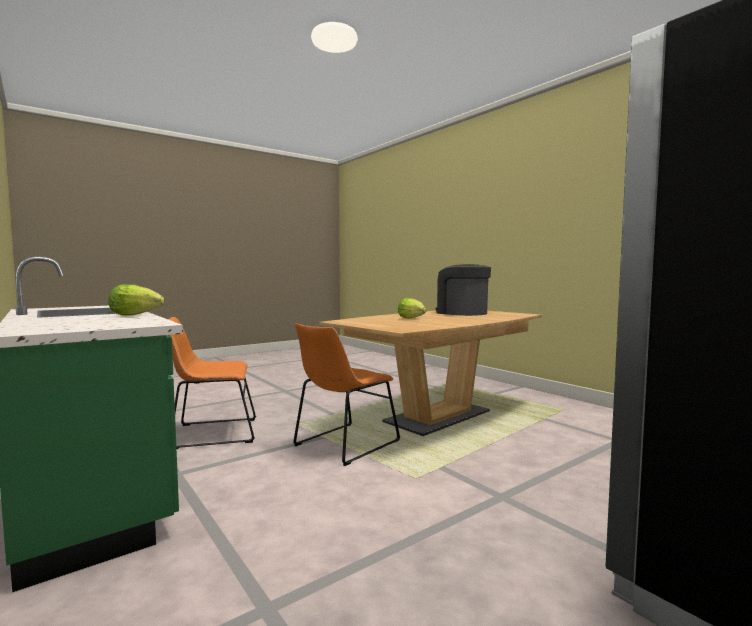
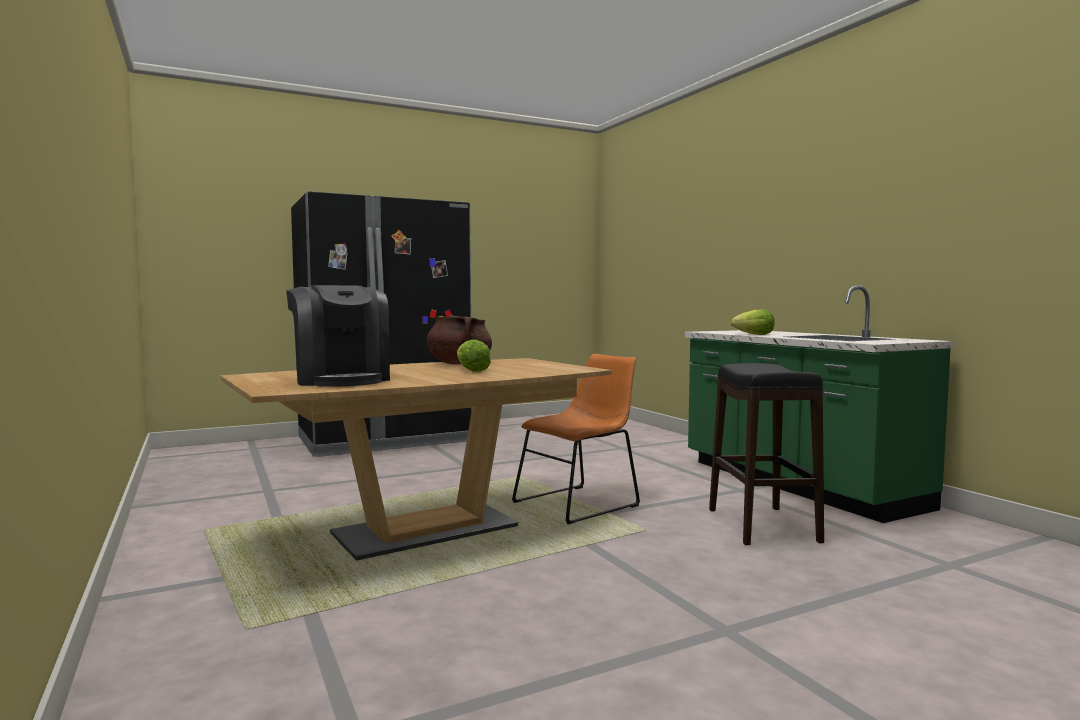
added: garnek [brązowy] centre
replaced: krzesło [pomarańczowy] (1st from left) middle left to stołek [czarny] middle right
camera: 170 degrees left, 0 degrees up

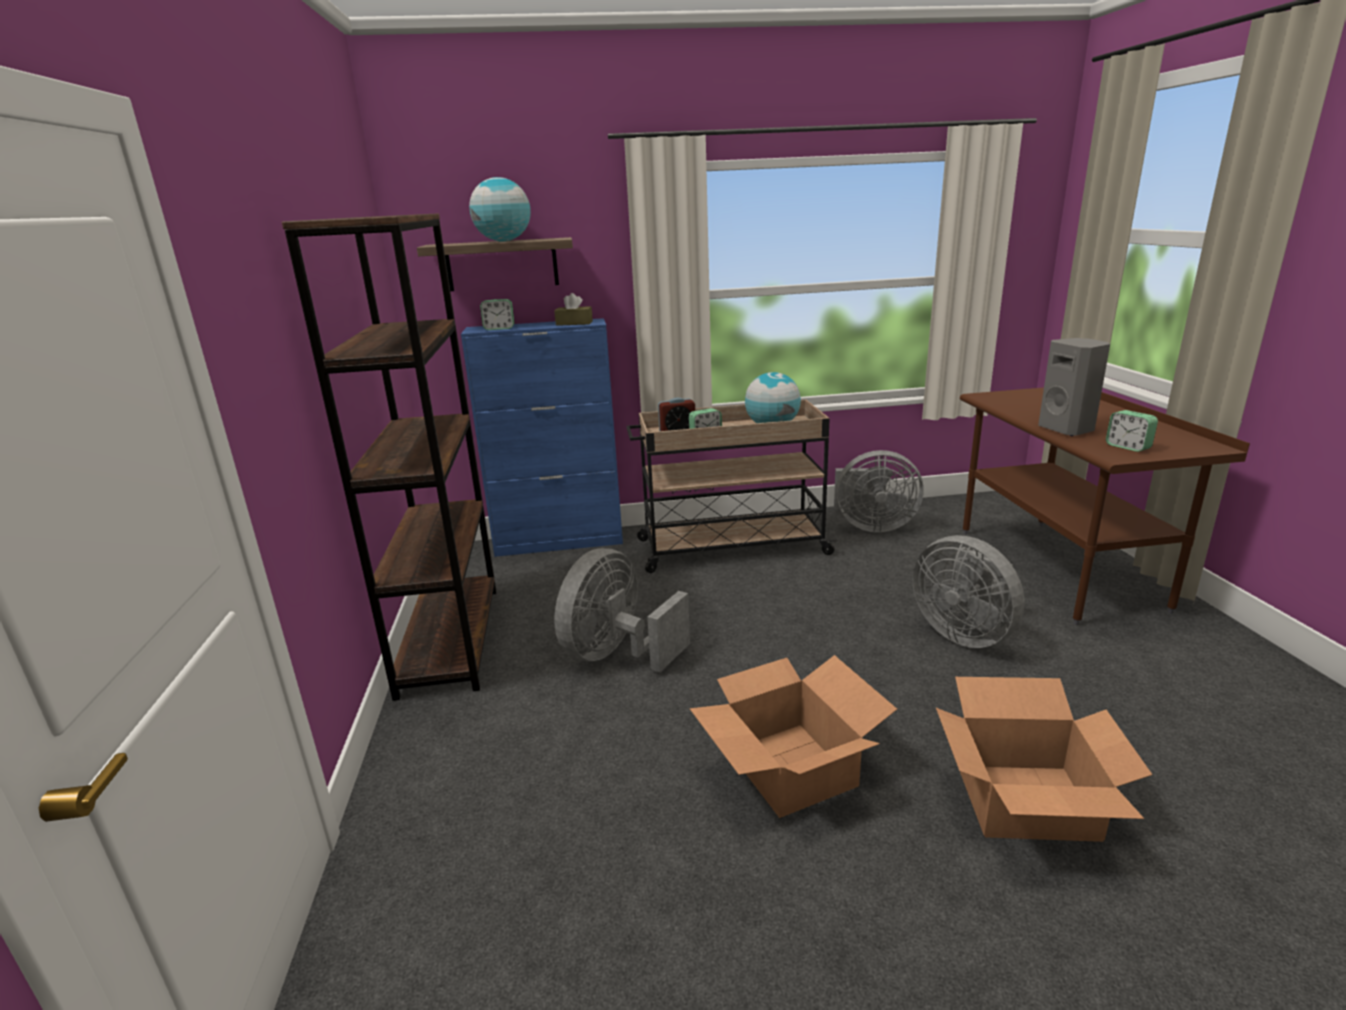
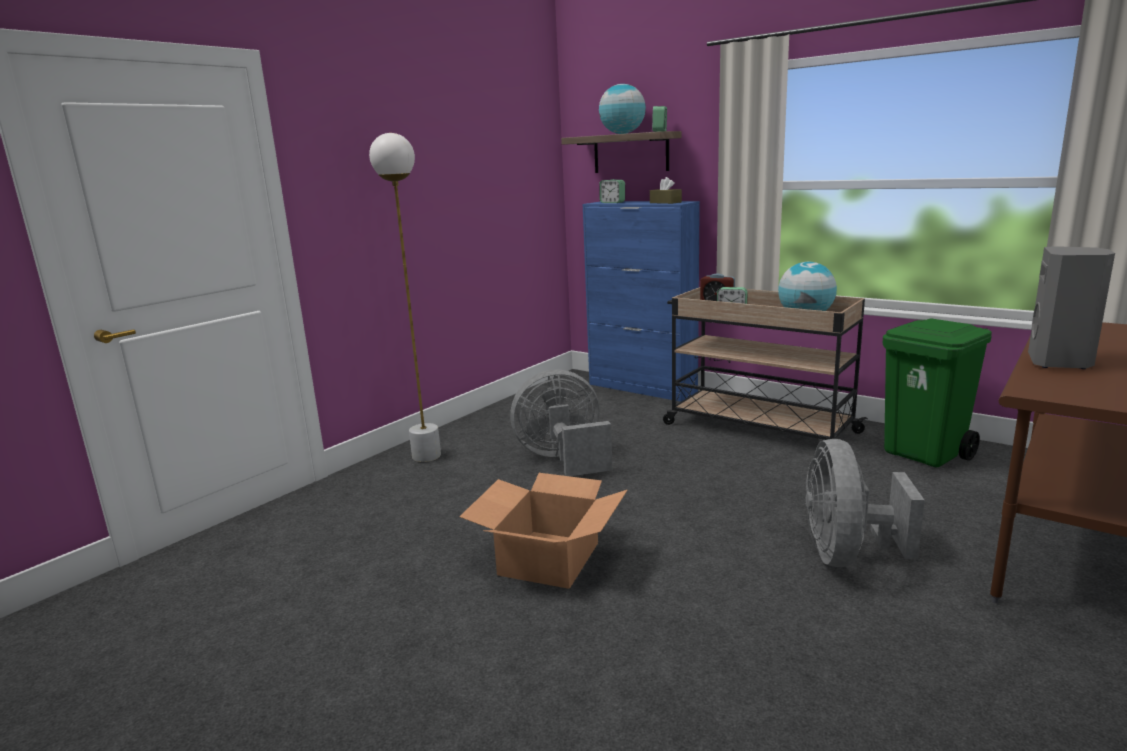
removed: regał [brązowy] middle left; karton (2nd from left) bottom right
added: lampa stojąca [biały] centre
moved: budzik (4th from left in the first image) middle right to budzik (2nd from left) top centre
replaced: wentylator [szary] (2nd from left) centre to kosz na śmieci [zielony] middle right
camera: 45 degrees right, 5 degrees down

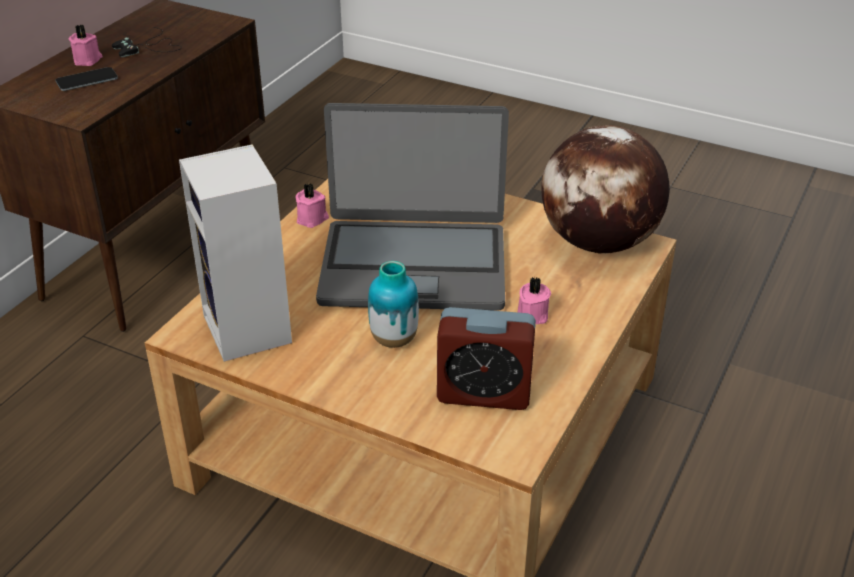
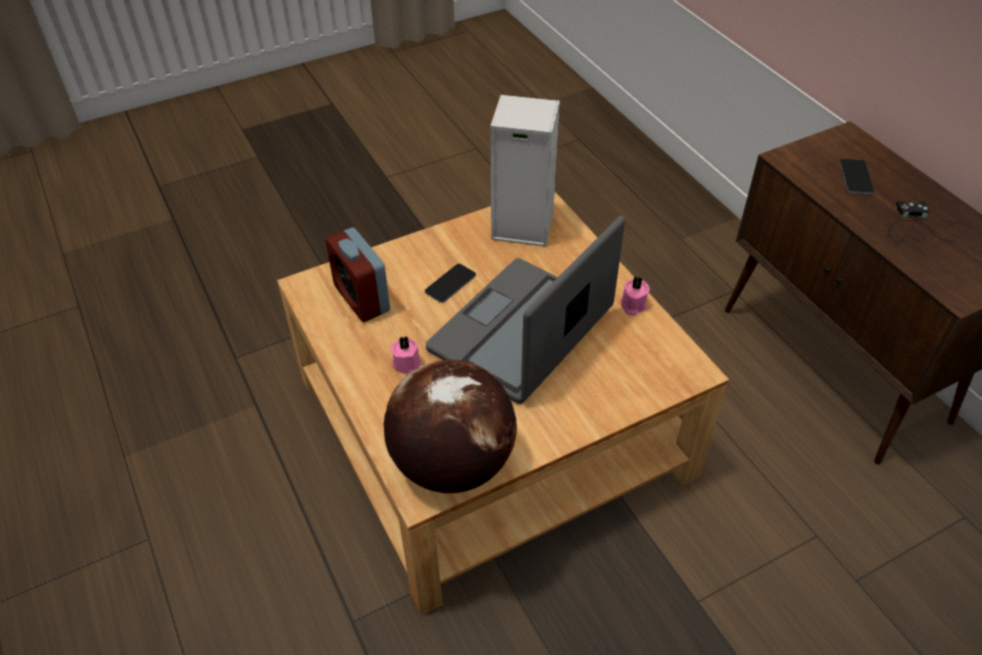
removed: świeca [różowy] (1st from left) top left
replaced: wazon centre to telefon (1st from left) centre
turned: budzik centre = centre 75 degrees counterclockwise
camera: 125 degrees right, 10 degrees up

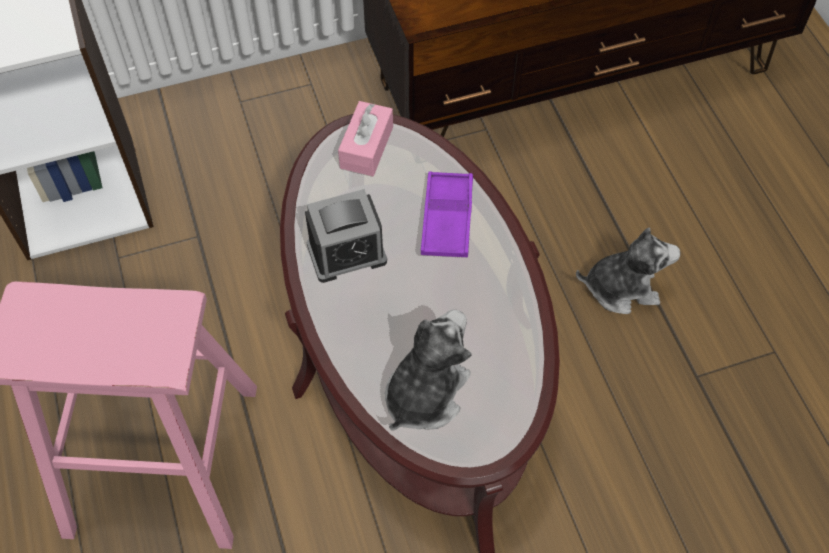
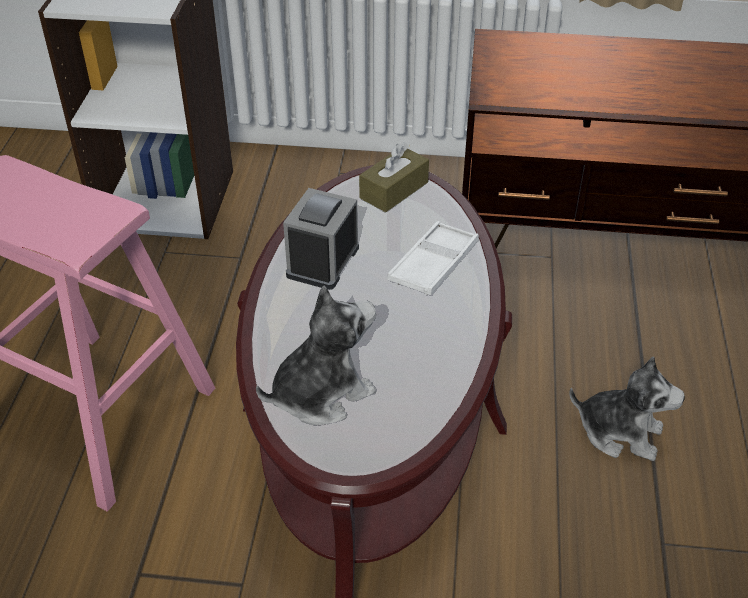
recoloured: pudełko chusteczek [różowy] top centre to pudełko chusteczek [brązowy] top centre; taca [fioletowy] centre to taca [biały] centre
turned: budzik centre = centre 105 degrees clockwise
camera: 25 degrees right, 15 degrees down

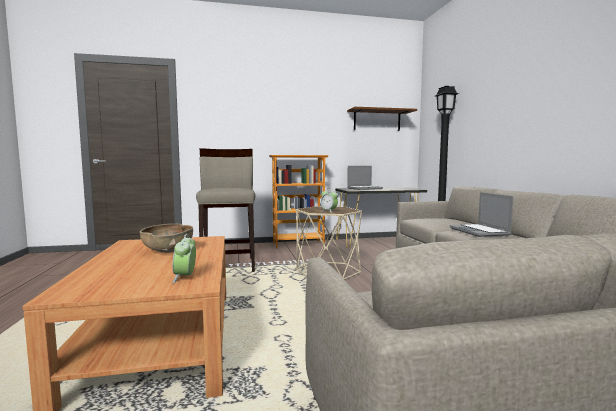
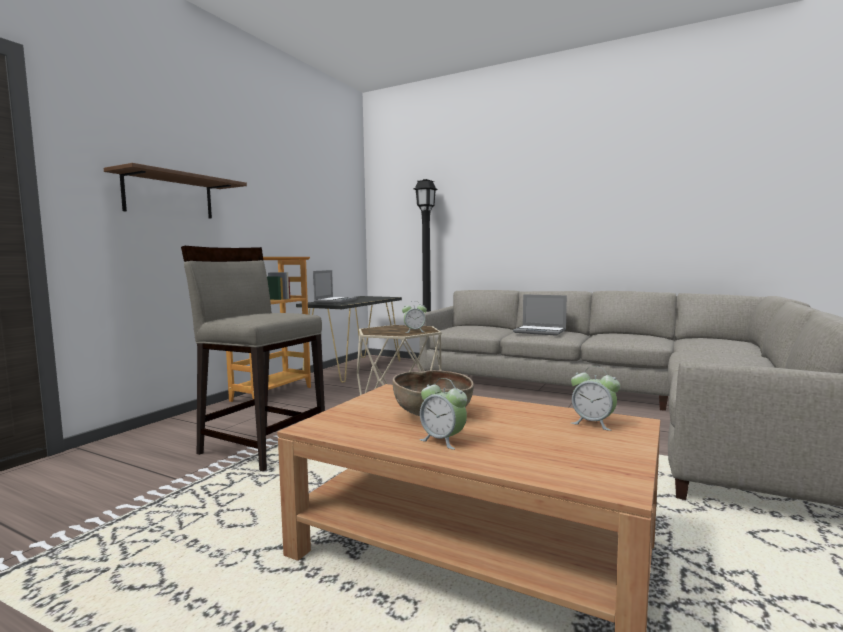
added: budzik (2nd from left) centre
moved: półka [brązowy] top centre to top left
camera: 50 degrees left, 0 degrees up

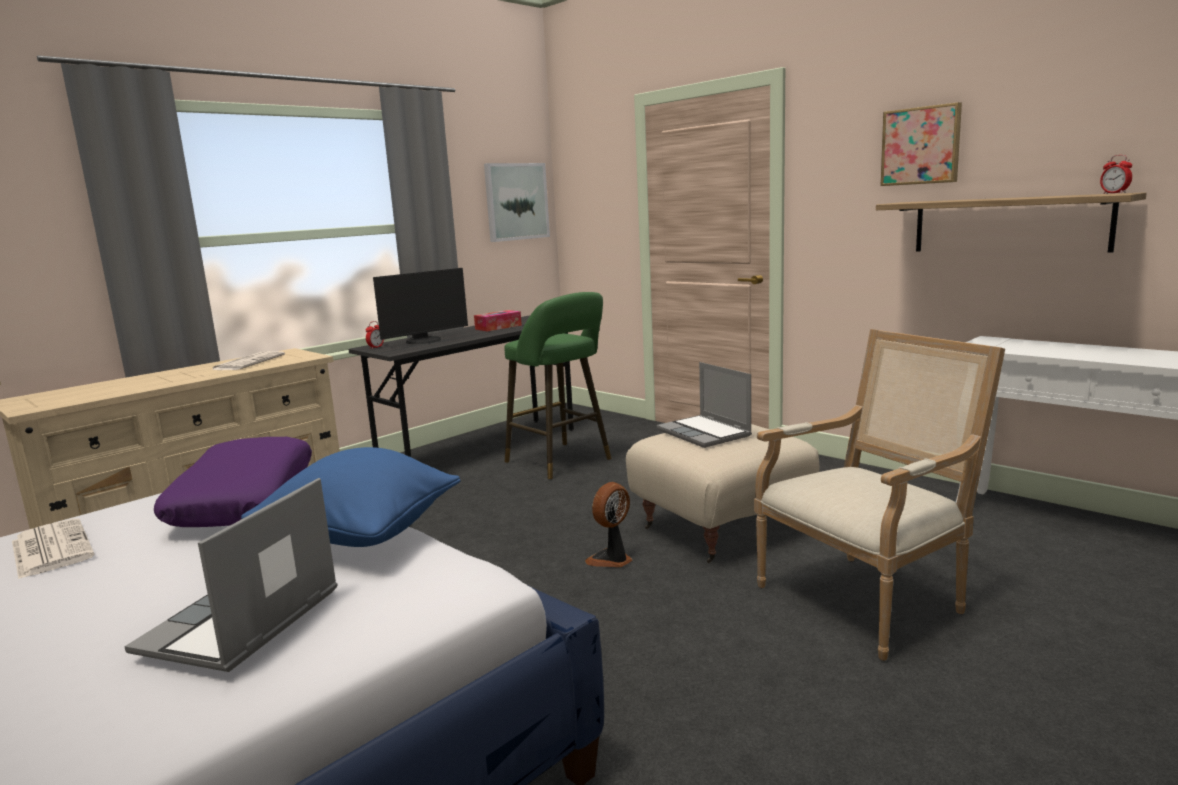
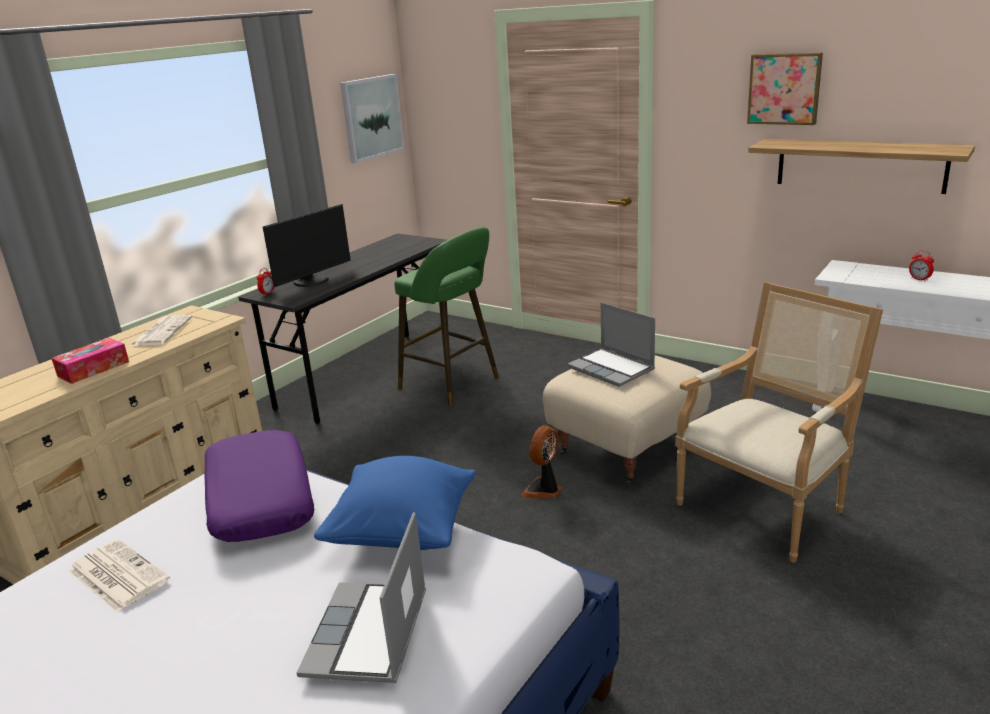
moved: pudełko chusteczek centre to middle left; budzik (2nd from left) top right to middle right
camera: 10 degrees left, 10 degrees up

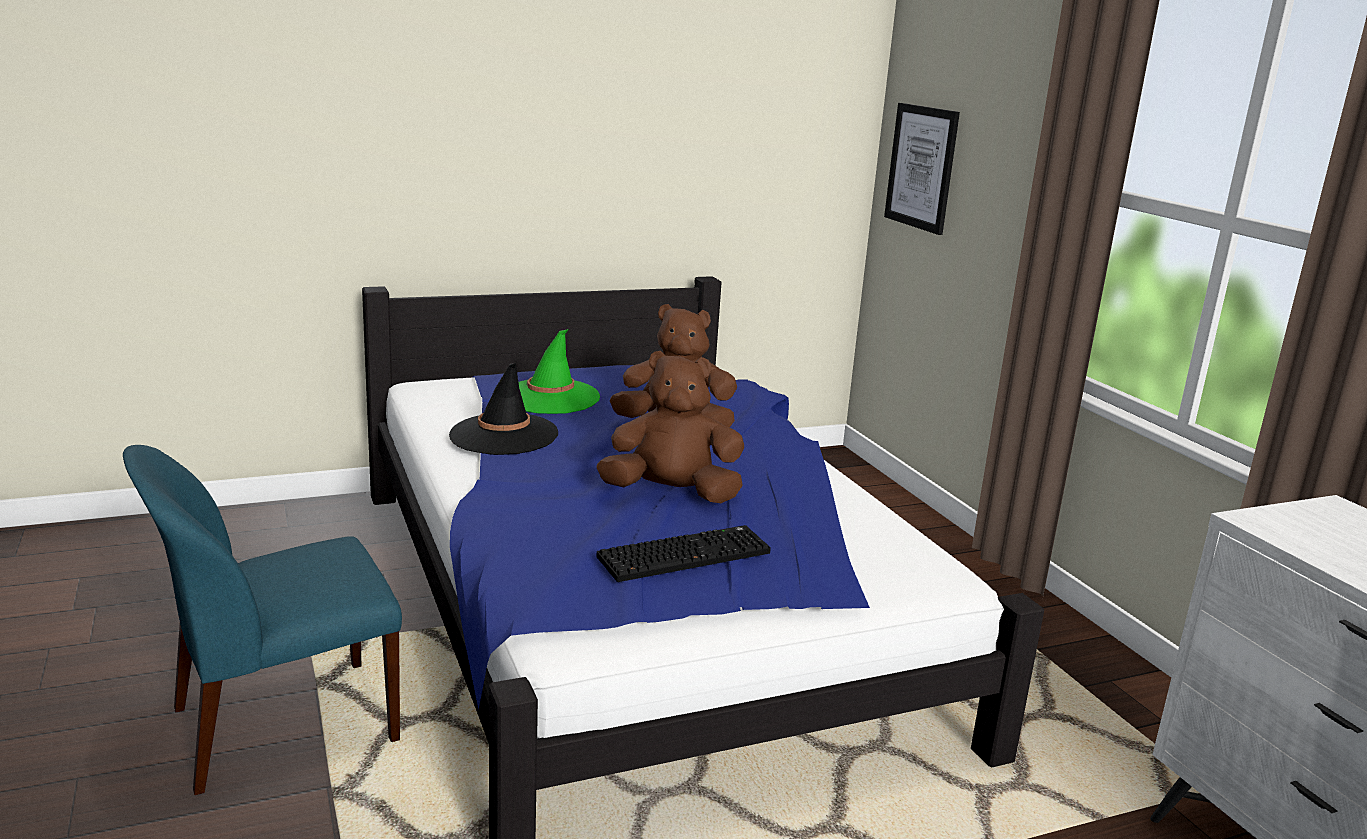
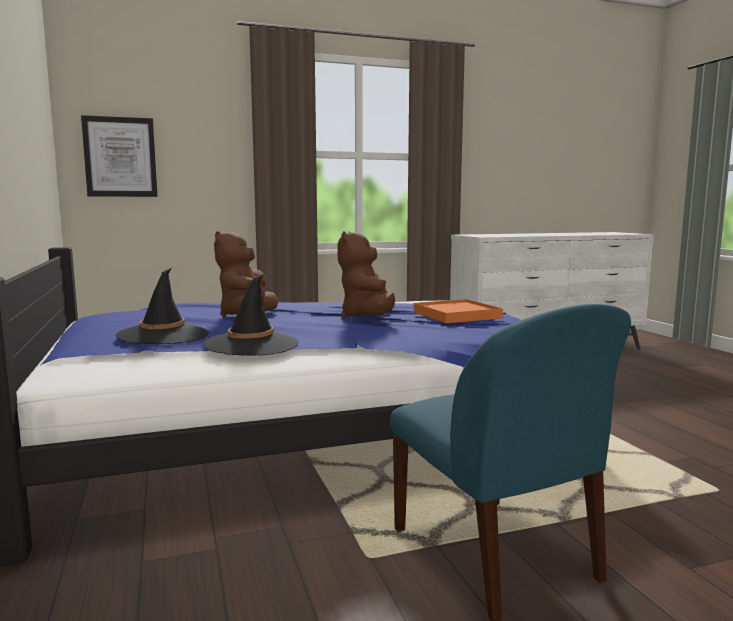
replaced: klawiatura centre to taca [pomarańczowy] centre
recoloured: kapelusz [zielony] centre to kapelusz [czarny] (1st from left) middle left
camera: 85 degrees left, 10 degrees down

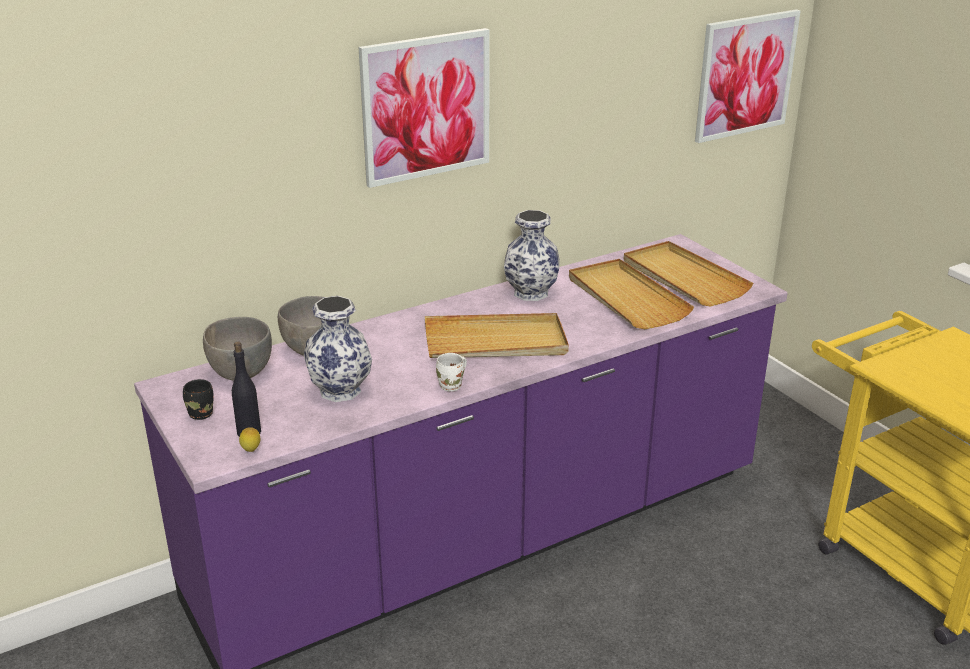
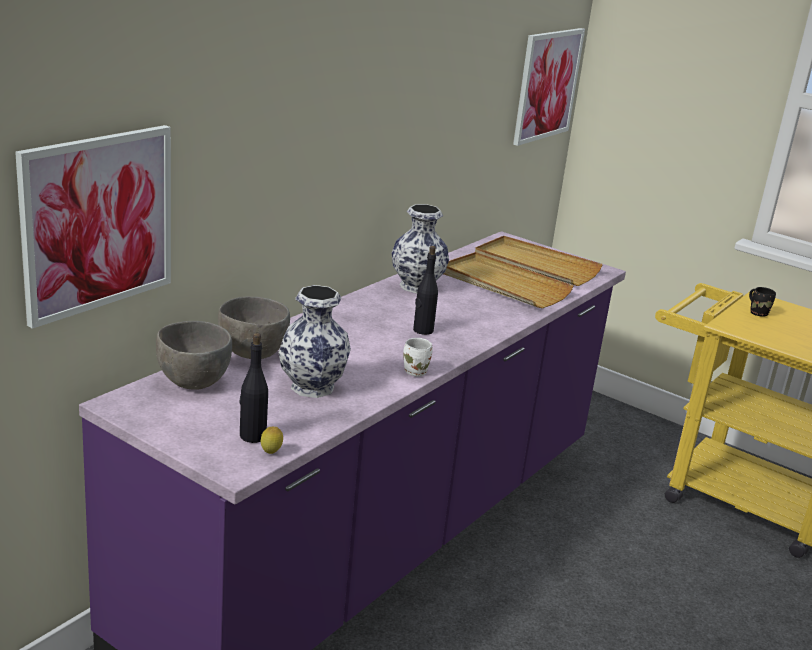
moved: obraz (1st from left) top centre to middle left; kubek [czarny] middle left to middle right
replaced: taca [beżowy] (1st from left) centre to butelka [czarny] (2nd from left) centre
camera: 25 degrees left, 5 degrees down

